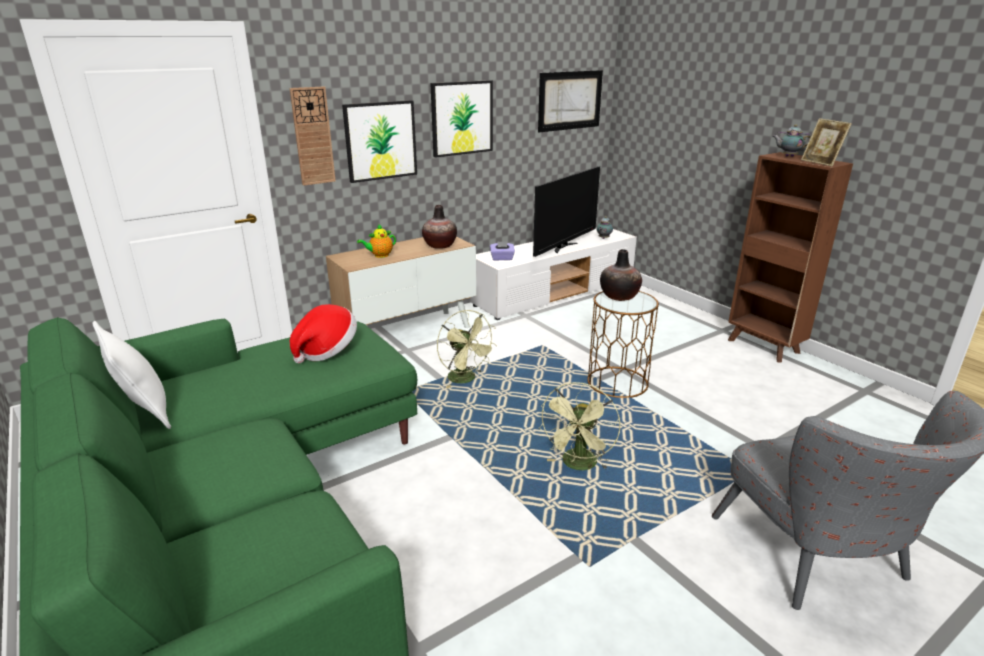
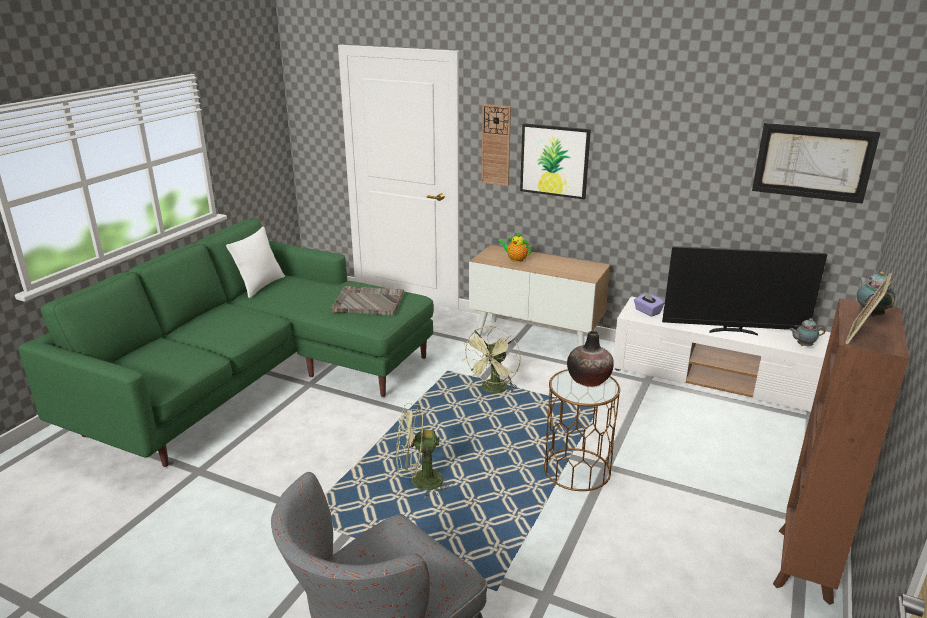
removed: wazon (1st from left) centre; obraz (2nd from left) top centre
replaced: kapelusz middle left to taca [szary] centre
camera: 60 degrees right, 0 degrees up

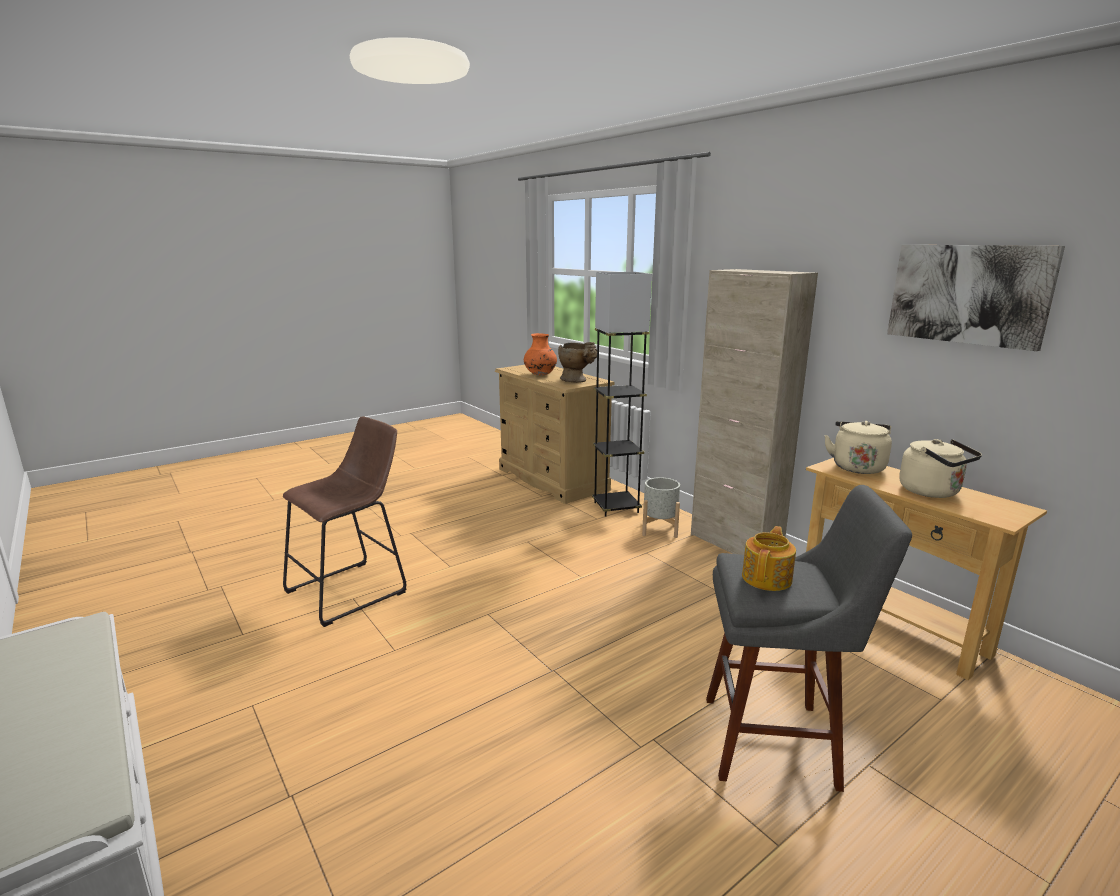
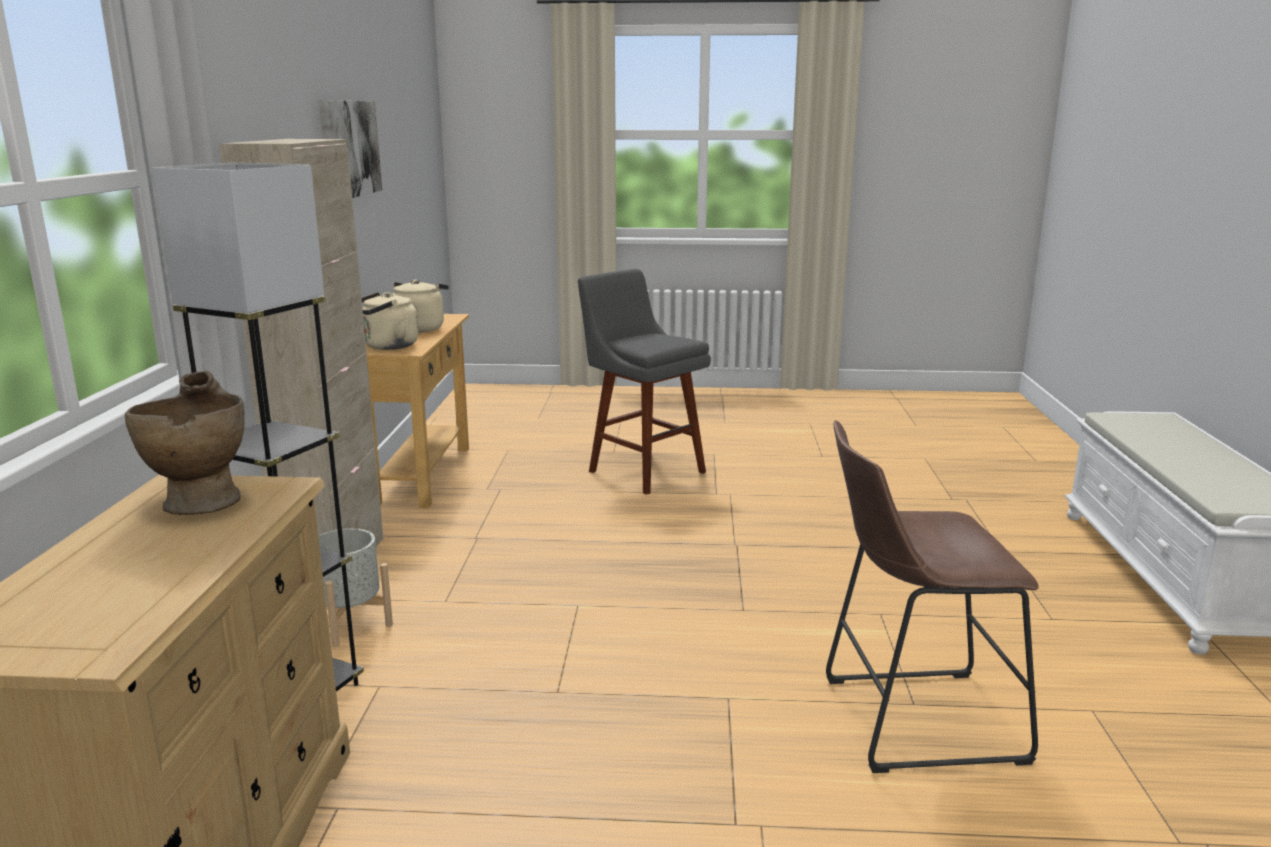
removed: wazon [pomarańczowy] centre; imbryk middle right
camera: 140 degrees left, 0 degrees up

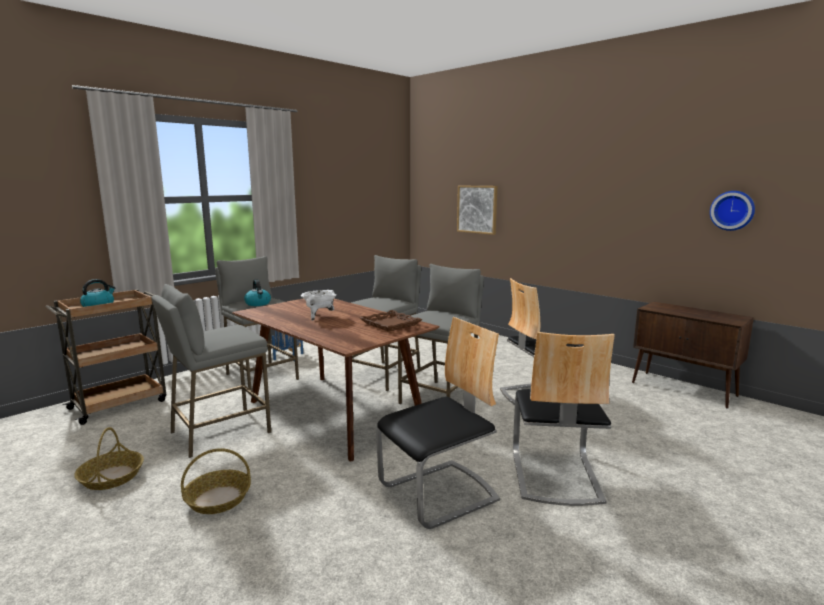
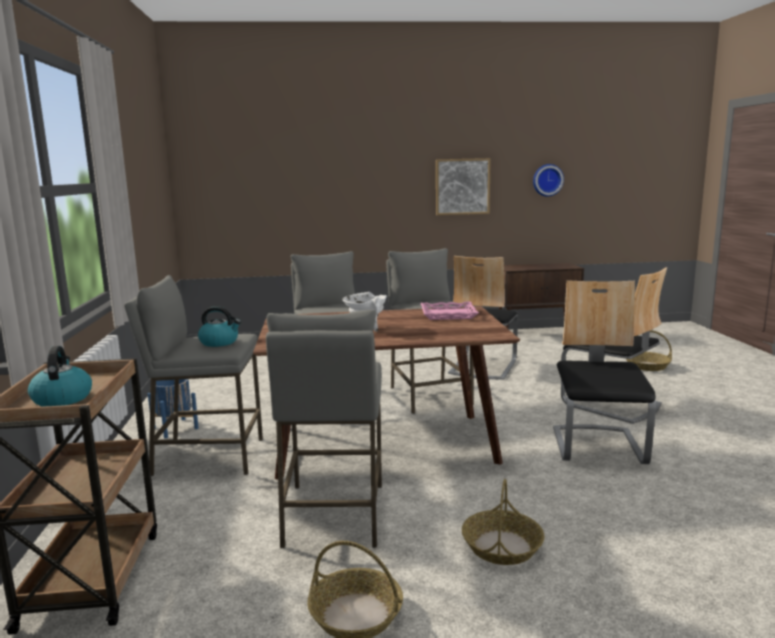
added: koszyk (3rd from left) middle right
moved: obraz centre to top centre
recoloured: taca [brązowy] centre to taca [różowy] centre
camera: 50 degrees left, 0 degrees up

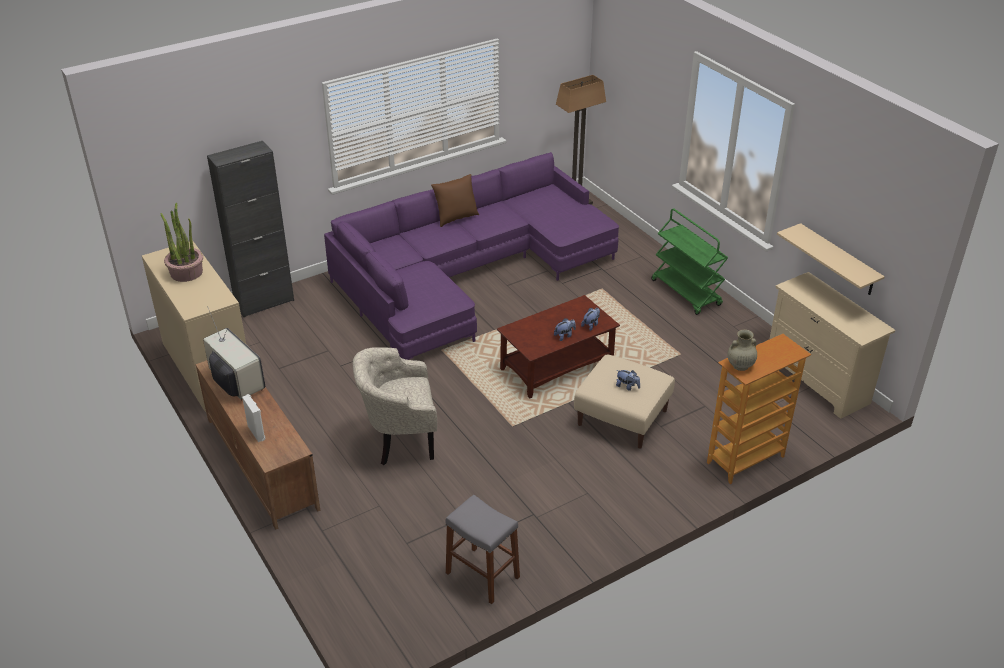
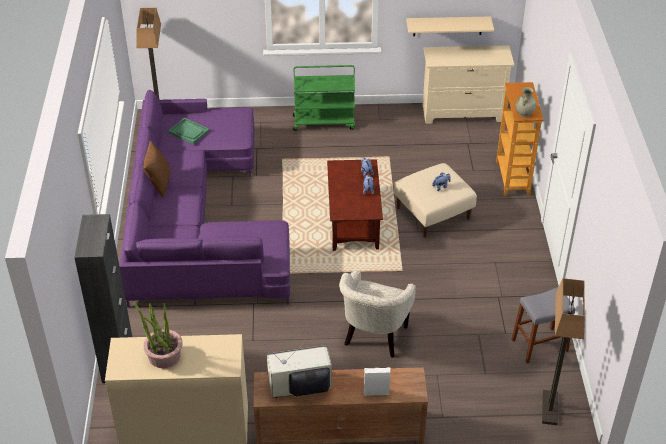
added: taca [zielony] top left; lampa stojąca (2nd from left) bottom right
camera: 60 degrees left, 5 degrees up

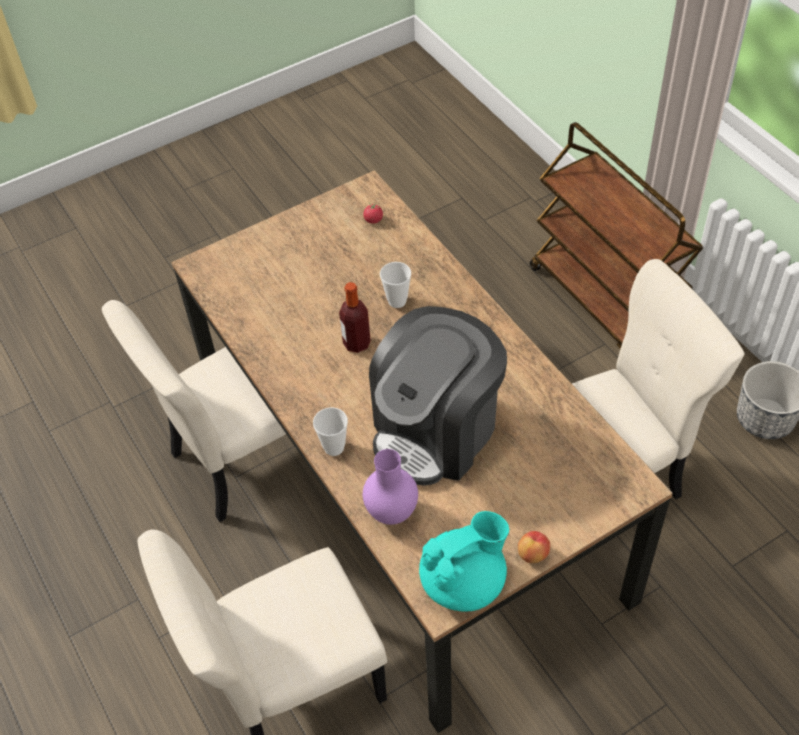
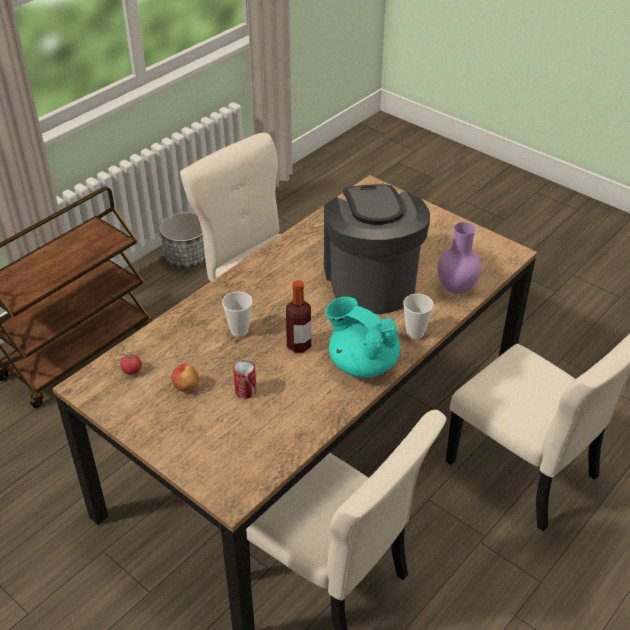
added: puszka centre
moved: jabłko bottom right to middle left; imbryk [turkusowy] bottom centre to centre
turned: ekspres do kawy centre = centre 120 degrees counterclockwise
camera: 110 degrees left, 10 degrees down

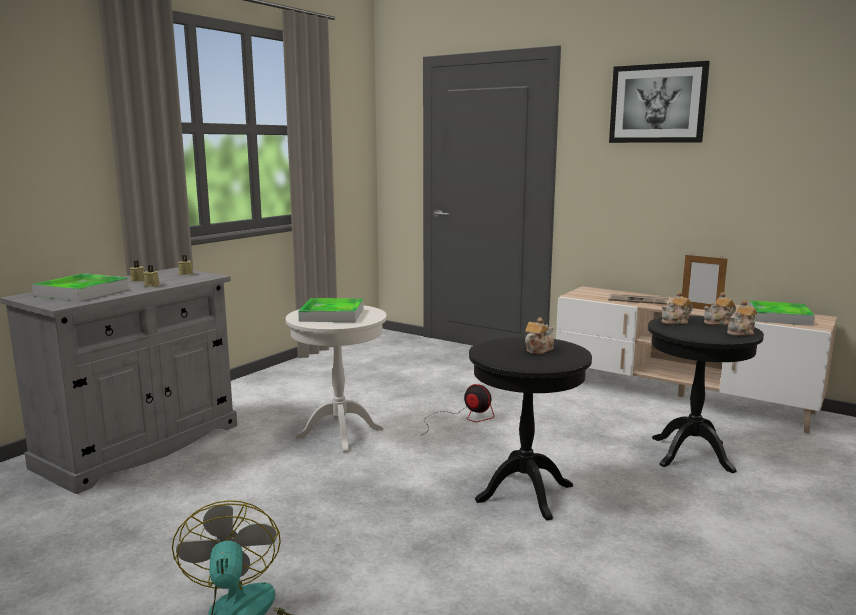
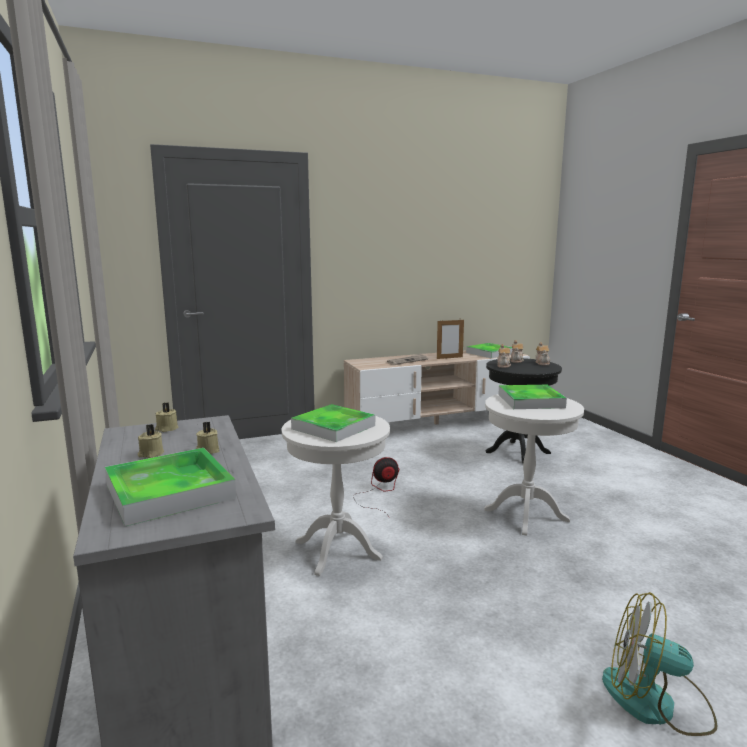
removed: obraz top right
replaced: imbryk (1st from left) centre to taca (4th from left) middle right
recoloured: stolik [czarny] (1st from left) bottom centre to stolik [biały] (2nd from left) middle right
camera: 55 degrees left, 0 degrees up

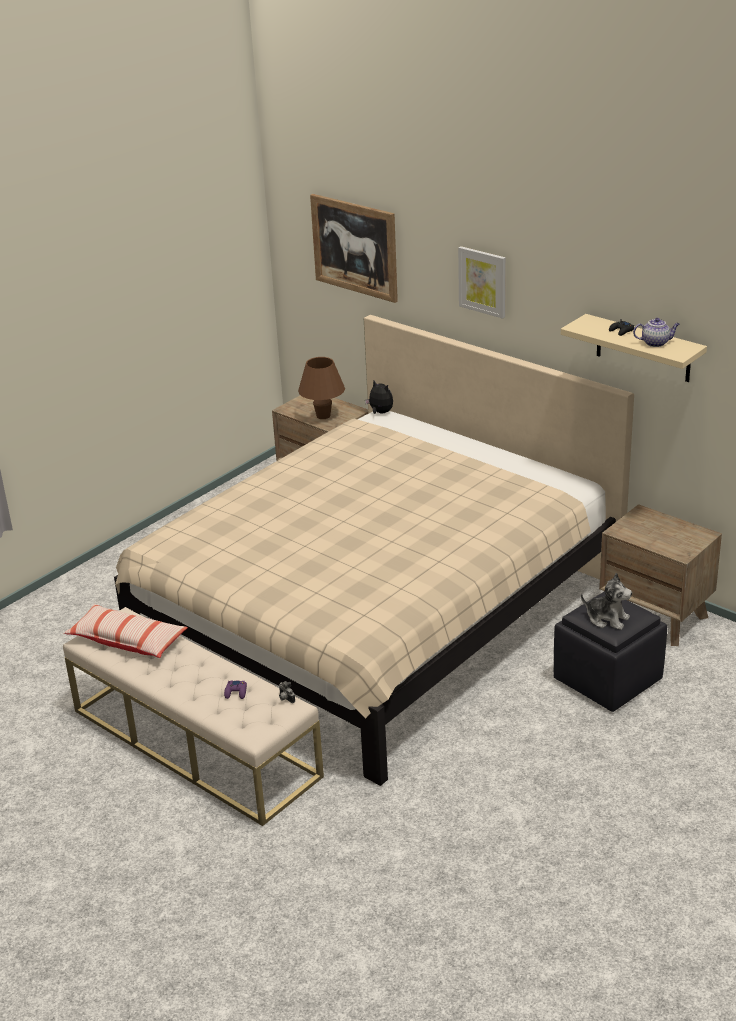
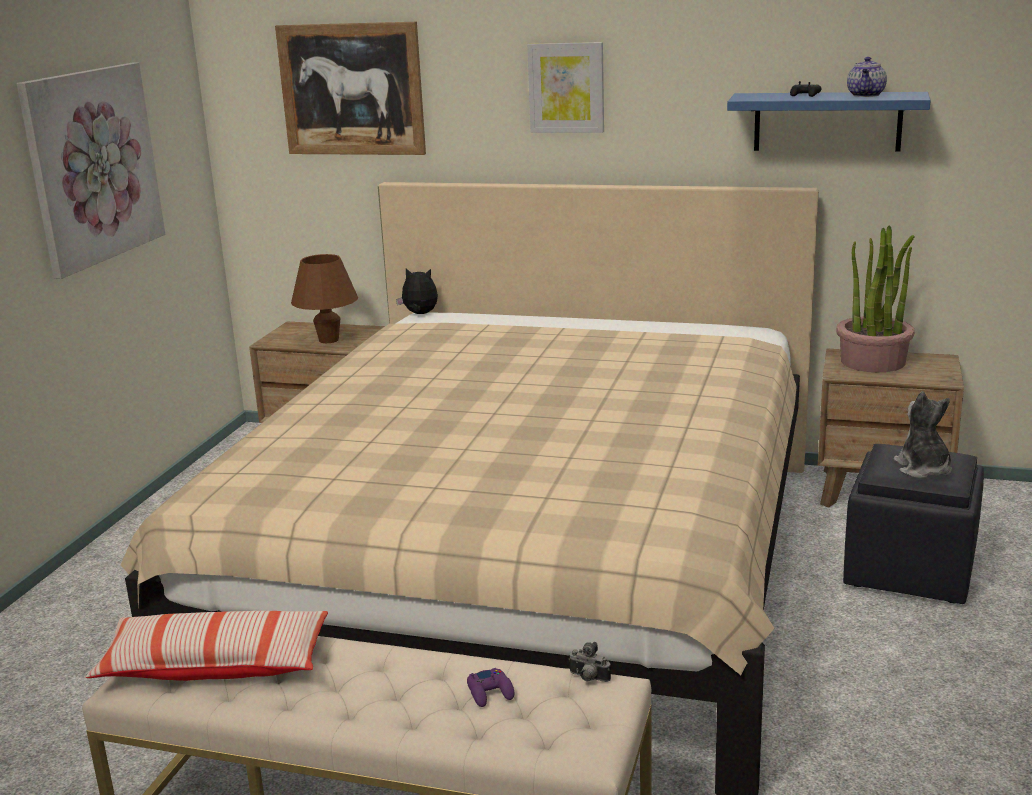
added: obraz (1st from left) top left; roślina doniczkowa middle right
recoloured: półka [beżowy] middle right to półka [niebieski] top right
turned: imbryk top right = top right 135 degrees clockwise; pluszak (2nd from left) middle right = middle right 105 degrees counterclockwise
camera: 25 degrees left, 10 degrees down

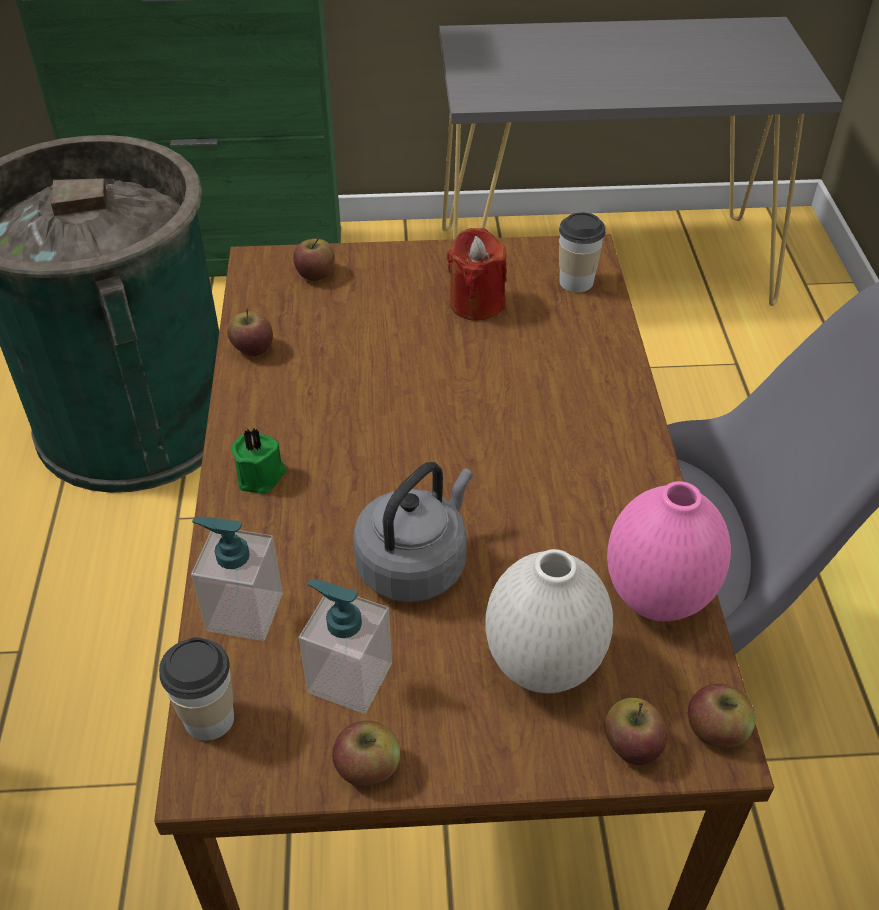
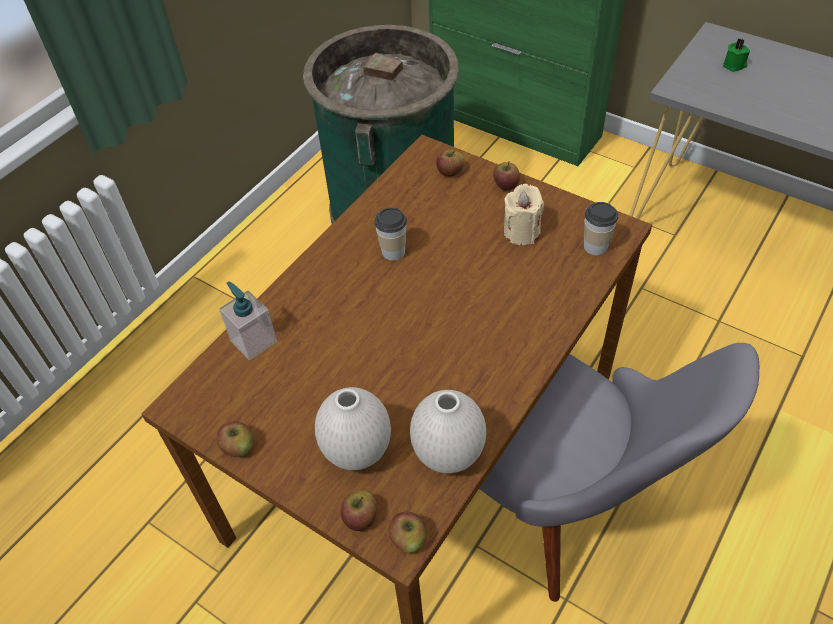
removed: dozownik mydła (2nd from left) bottom centre; czajnik [szary] centre
moved: filiżanka (1st from left) bottom left to centre; jabłko (1st from left in the first image) middle left to jabłko (5th from left) top centre; świeca [zielony] middle left to top right
recoloured: wazon [różowy] middle right to wazon [biały] (2nd from left) bottom centre; świeca [czerwony] top centre to świeca [beżowy] centre
camera: 40 degrees right, 5 degrees up

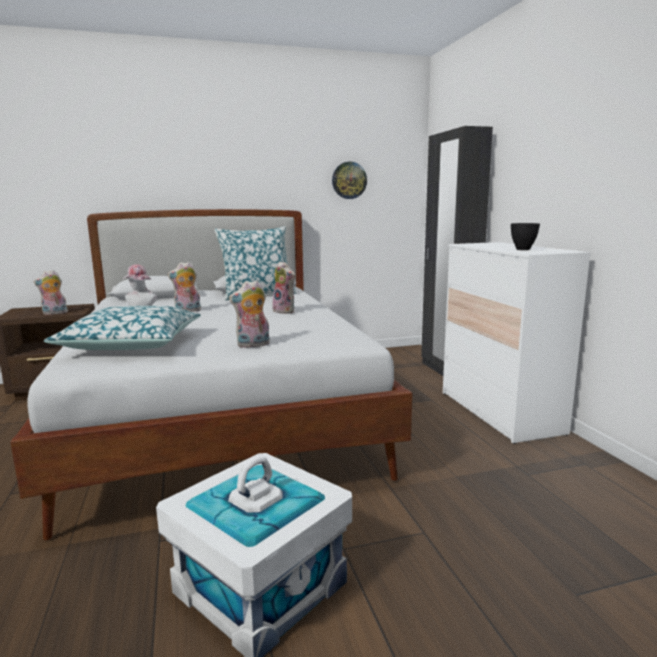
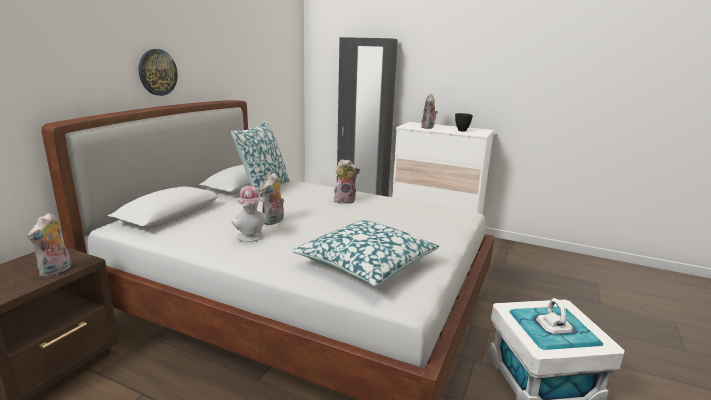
moved: zegar ścienny top centre to top left; pluszak (3rd from left in the first image) centre to pluszak (4th from left) top centre
camera: 50 degrees left, 5 degrees up

